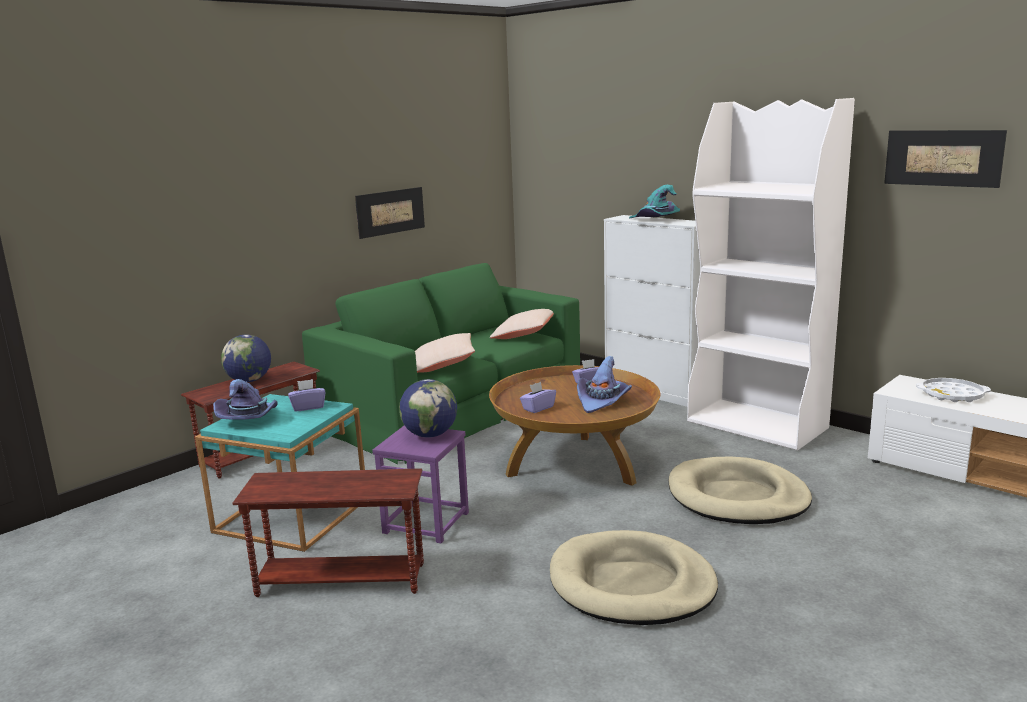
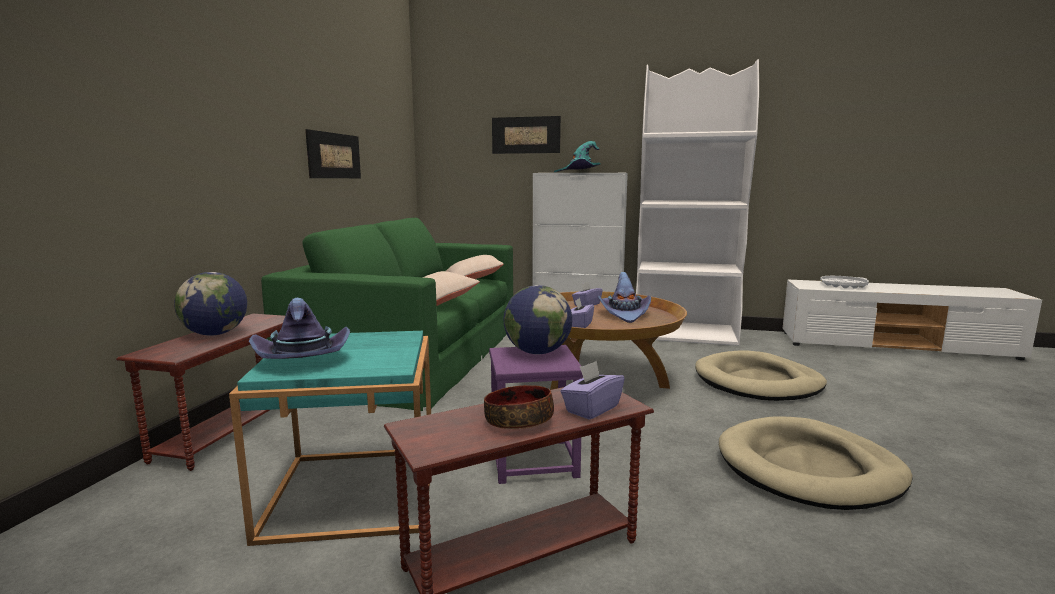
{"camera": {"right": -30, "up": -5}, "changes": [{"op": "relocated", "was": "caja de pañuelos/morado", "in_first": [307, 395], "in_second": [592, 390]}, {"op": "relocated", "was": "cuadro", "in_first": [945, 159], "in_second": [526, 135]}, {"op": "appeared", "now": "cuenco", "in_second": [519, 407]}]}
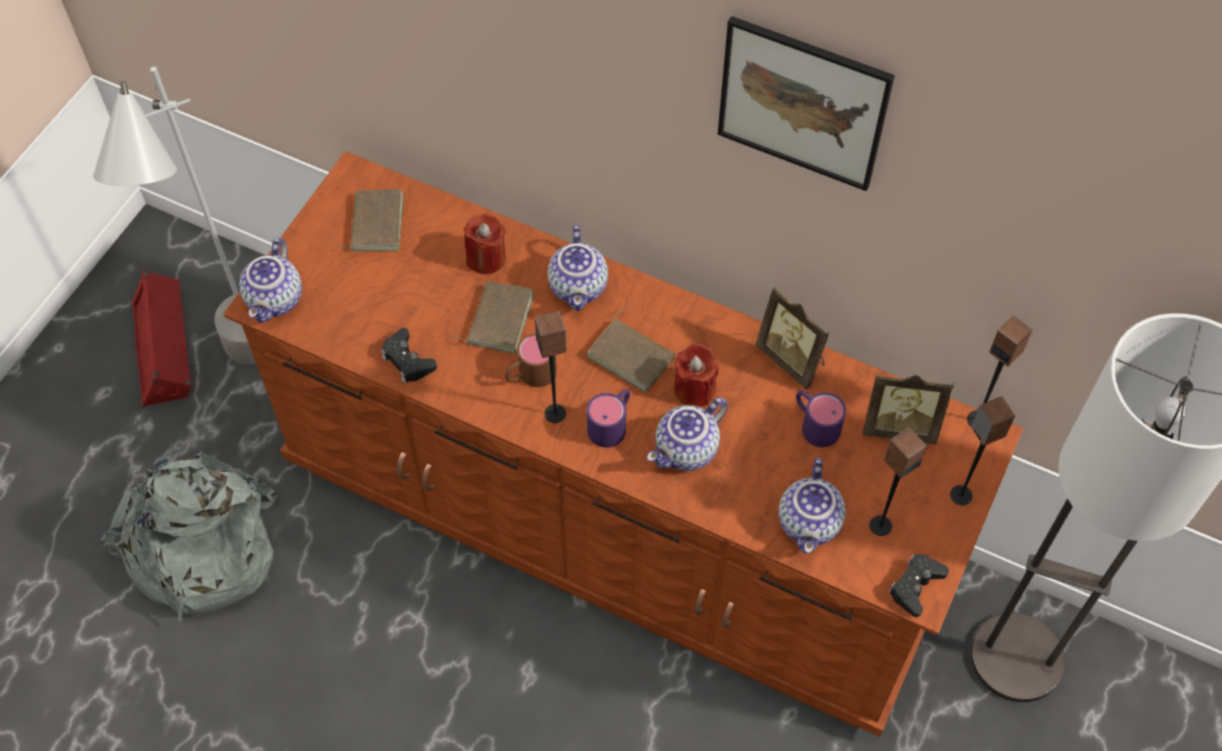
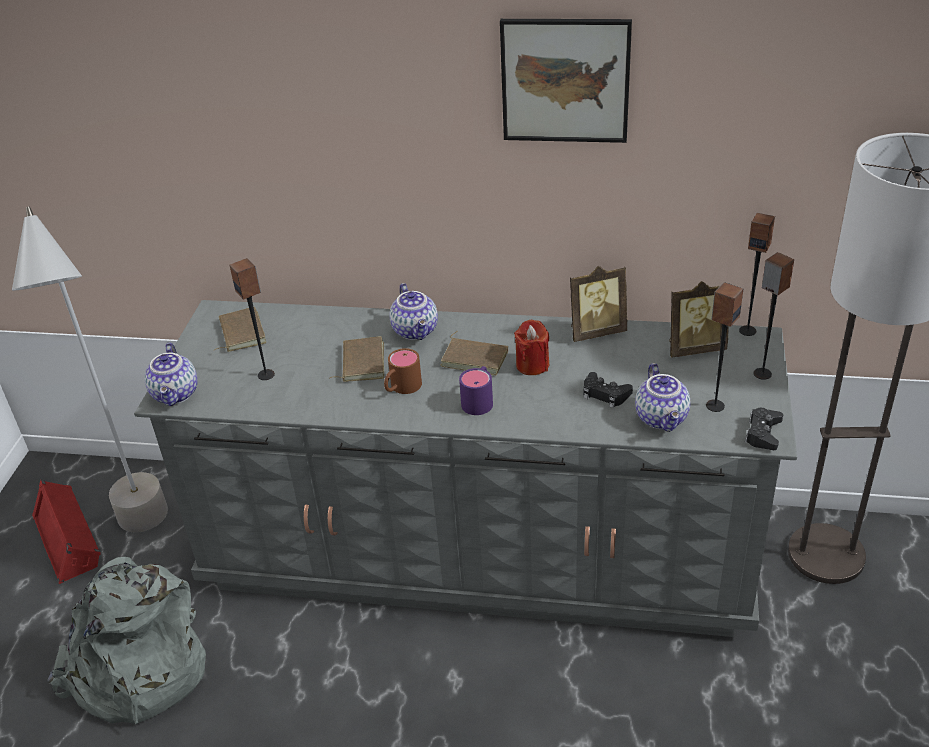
{"camera": {"right": -15, "up": -20}, "changes": [{"op": "colour", "was": "cómoda/marrón", "now": "cómoda/gris", "in_first": [623, 444], "in_second": [465, 468]}, {"op": "relocated", "was": "mando de consola/negro", "in_first": [409, 355], "in_second": [608, 390]}, {"op": "missing", "was": "vela/rojo", "in_first": [485, 244]}, {"op": "relocated", "was": "altavoz", "in_first": [551, 367], "in_second": [252, 319]}, {"op": "missing", "was": "tetera", "in_first": [687, 434]}, {"op": "spun", "was": "portarretratos", "in_first": [793, 338], "in_second": [598, 304], "clockwise": -45}, {"op": "missing", "was": "taza grande/morado", "in_first": [821, 419]}]}
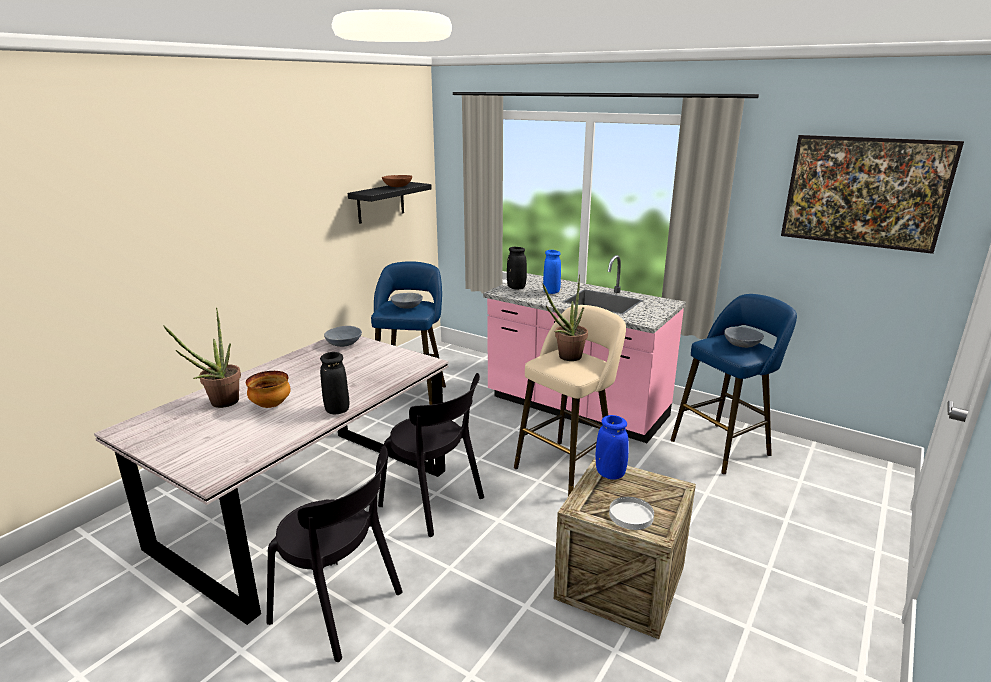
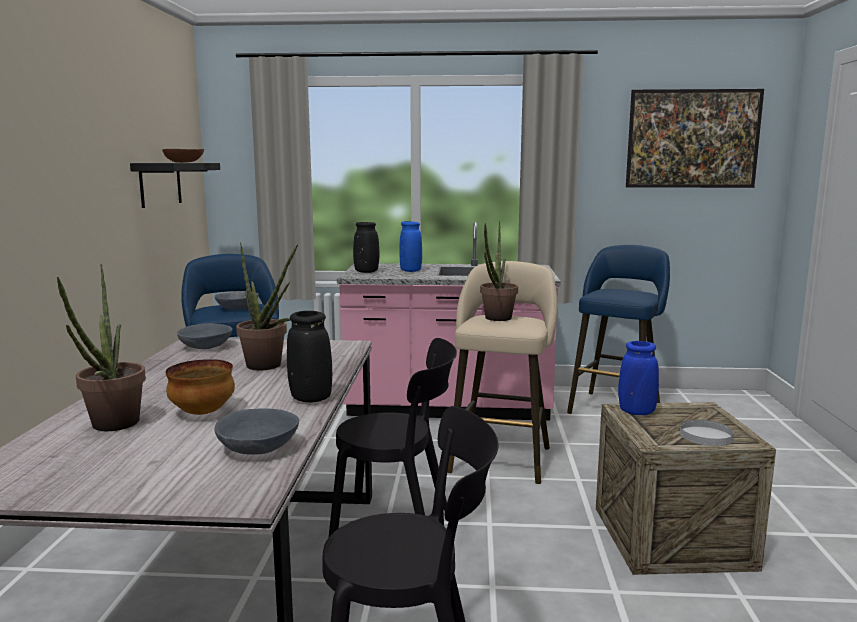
{"camera": {"right": -30, "up": -10}, "changes": [{"op": "relocated", "was": "cuenco/gris", "in_first": [744, 337], "in_second": [256, 432]}, {"op": "appeared", "now": "planta en maceta", "in_second": [267, 307]}]}
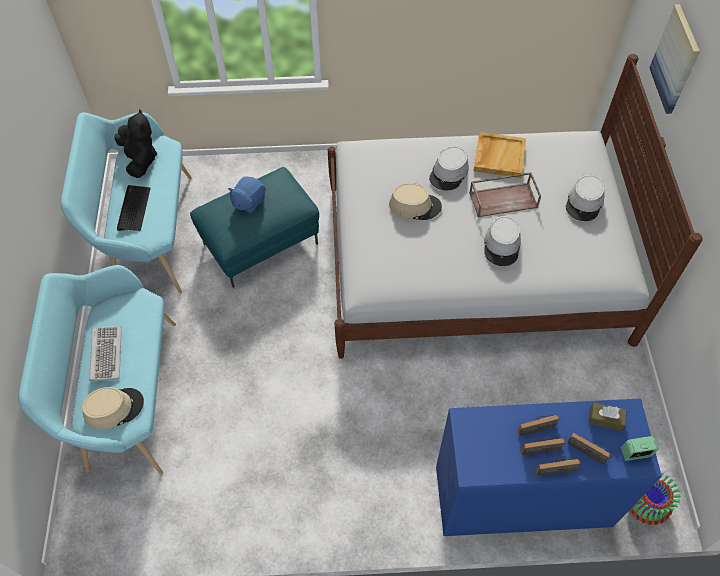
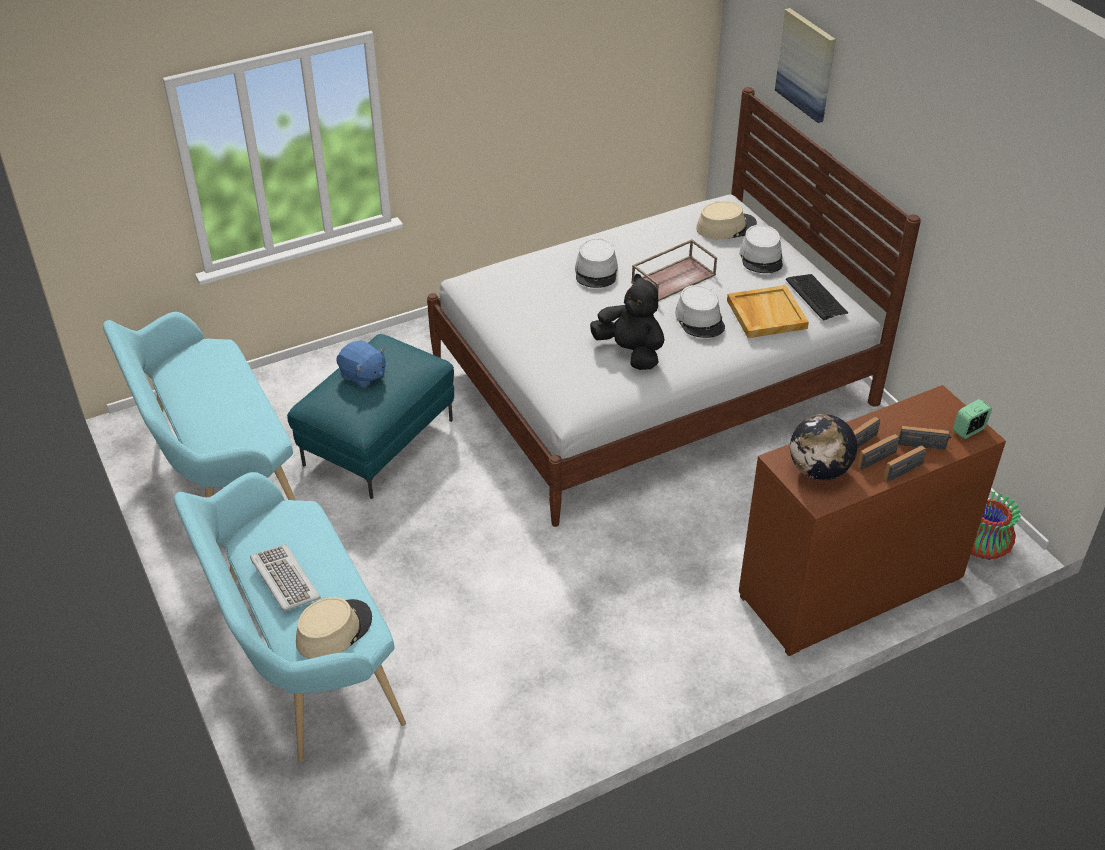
{"camera": {"right": -25, "up": -15}, "changes": [{"op": "relocated", "was": "peluche/negro", "in_first": [136, 143], "in_second": [627, 322]}, {"op": "relocated", "was": "teclado", "in_first": [134, 208], "in_second": [817, 297]}, {"op": "spun", "was": "peluche/azul", "in_first": [247, 194], "in_second": [361, 364], "clockwise": -60}, {"op": "relocated", "was": "sombrero/beis", "in_first": [415, 201], "in_second": [726, 220]}, {"op": "colour", "was": "cómoda/azul", "now": "cómoda/marrón", "in_first": [549, 467], "in_second": [872, 520]}, {"op": "relocated", "was": "bandeja/beis", "in_first": [500, 155], "in_second": [768, 311]}, {"op": "missing", "was": "caja de pañuelos/marrón", "in_first": [608, 417]}, {"op": "appeared", "now": "globo terráqueo", "in_second": [823, 447]}]}
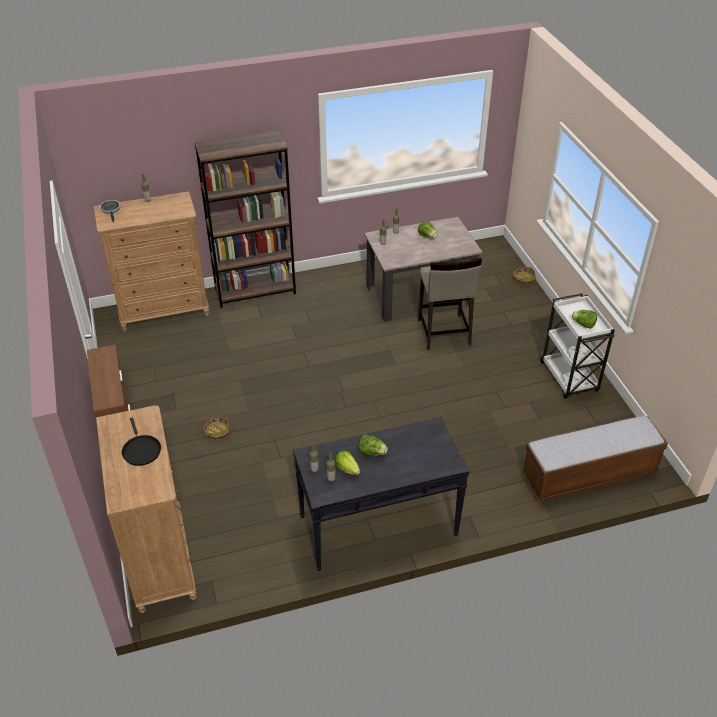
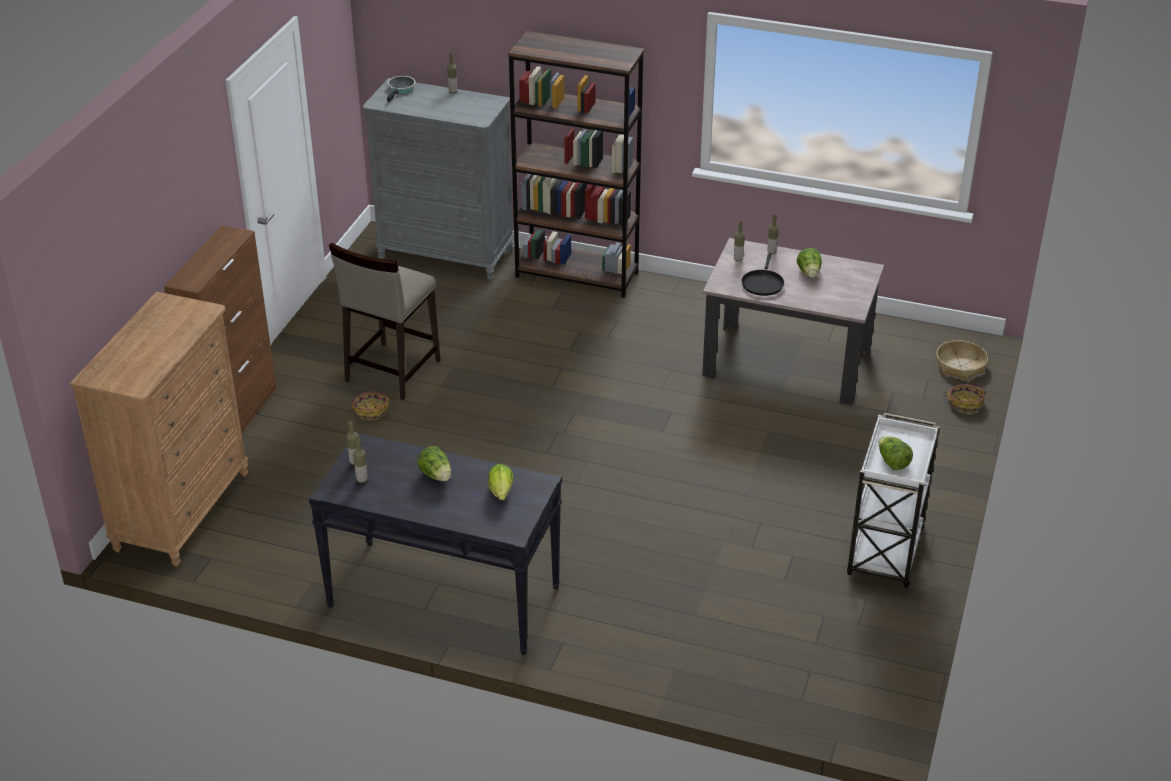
{"camera": {"right": 35, "up": -5}, "changes": [{"op": "colour", "was": "cómoda/marrón", "now": "cómoda/gris", "in_first": [151, 261], "in_second": [438, 179]}, {"op": "relocated", "was": "sartén/negro", "in_first": [141, 441], "in_second": [763, 275]}, {"op": "relocated", "was": "lechuga", "in_first": [347, 463], "in_second": [500, 482]}, {"op": "relocated", "was": "taburete/beis", "in_first": [450, 304], "in_second": [384, 321]}, {"op": "missing", "was": "banco", "in_first": [595, 458]}, {"op": "appeared", "now": "cesta", "in_second": [962, 360]}]}
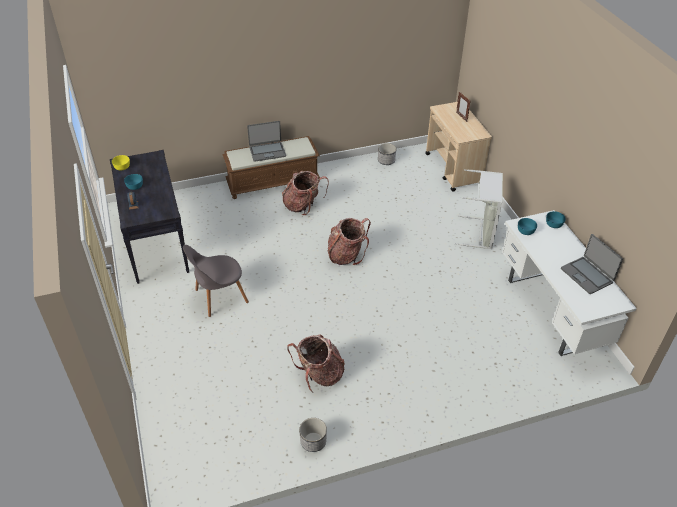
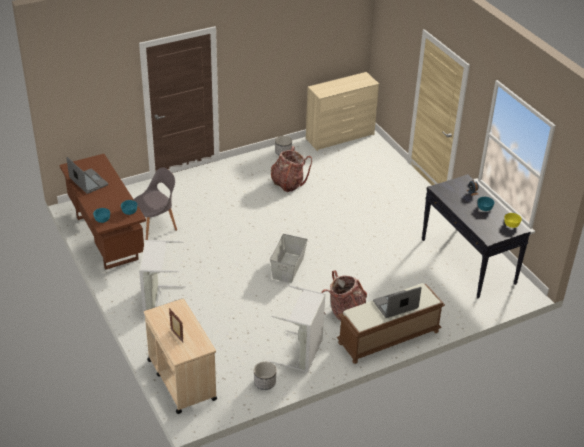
{"camera": {"right": 170, "up": -5}, "changes": [{"op": "relocated", "was": "silla/gris", "in_first": [216, 281], "in_second": [155, 204]}, {"op": "exchanged", "was": "mochila", "now": "caja de almacenaje/gris", "in_first": [349, 241], "in_second": [289, 258]}, {"op": "colour", "was": "escritorio/blanco", "now": "escritorio/marrón", "in_first": [569, 283], "in_second": [102, 212]}, {"op": "appeared", "now": "cesto de la ropa/gris", "in_second": [297, 329]}, {"op": "appeared", "now": "cómoda/beis", "in_second": [342, 111]}]}
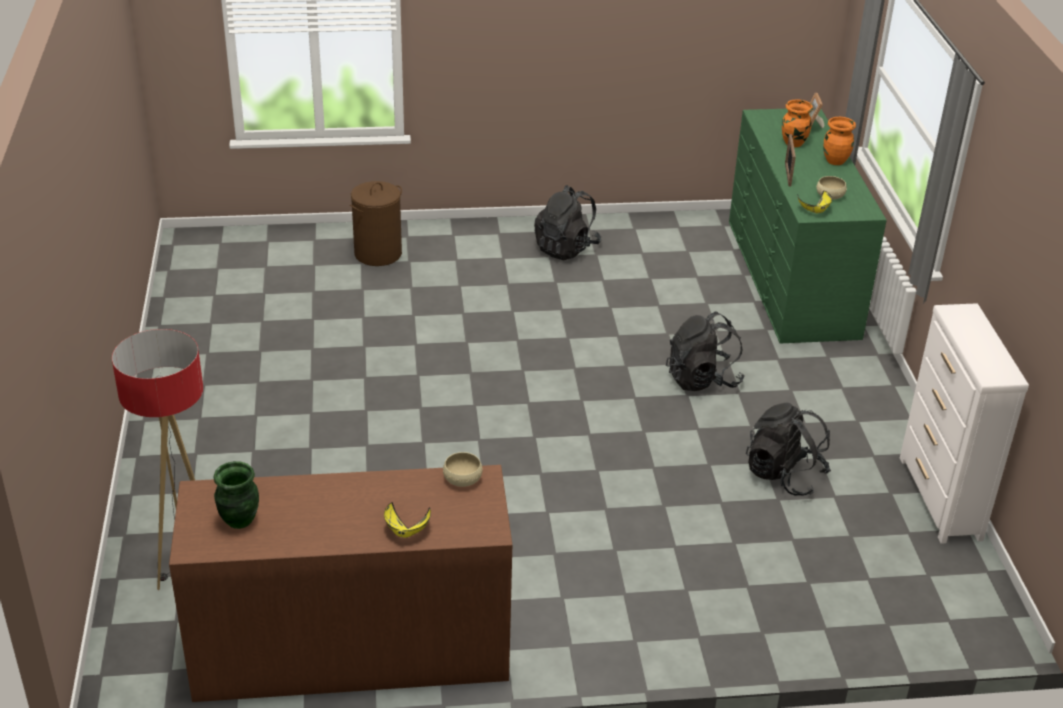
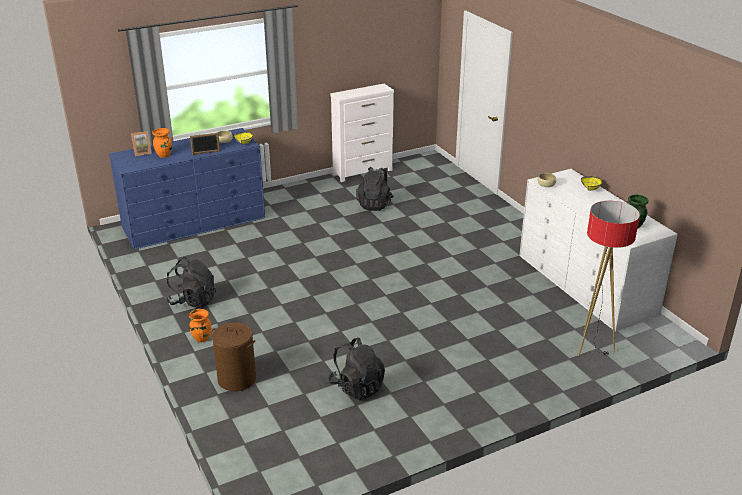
{"camera": {"right": -110, "up": -5}, "changes": [{"op": "colour", "was": "cómoda/marrón", "now": "cómoda/blanco", "in_first": [340, 583], "in_second": [598, 250]}, {"op": "relocated", "was": "mochila/negro", "in_first": [705, 351], "in_second": [357, 369]}, {"op": "colour", "was": "cómoda/verde", "now": "cómoda/azul", "in_first": [808, 226], "in_second": [187, 189]}, {"op": "relocated", "was": "florero/naranja", "in_first": [839, 141], "in_second": [200, 326]}]}
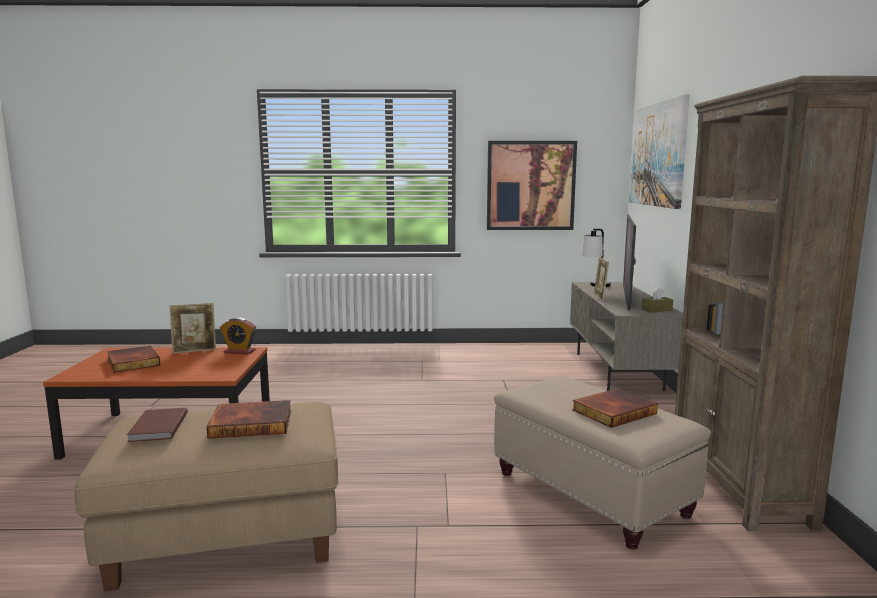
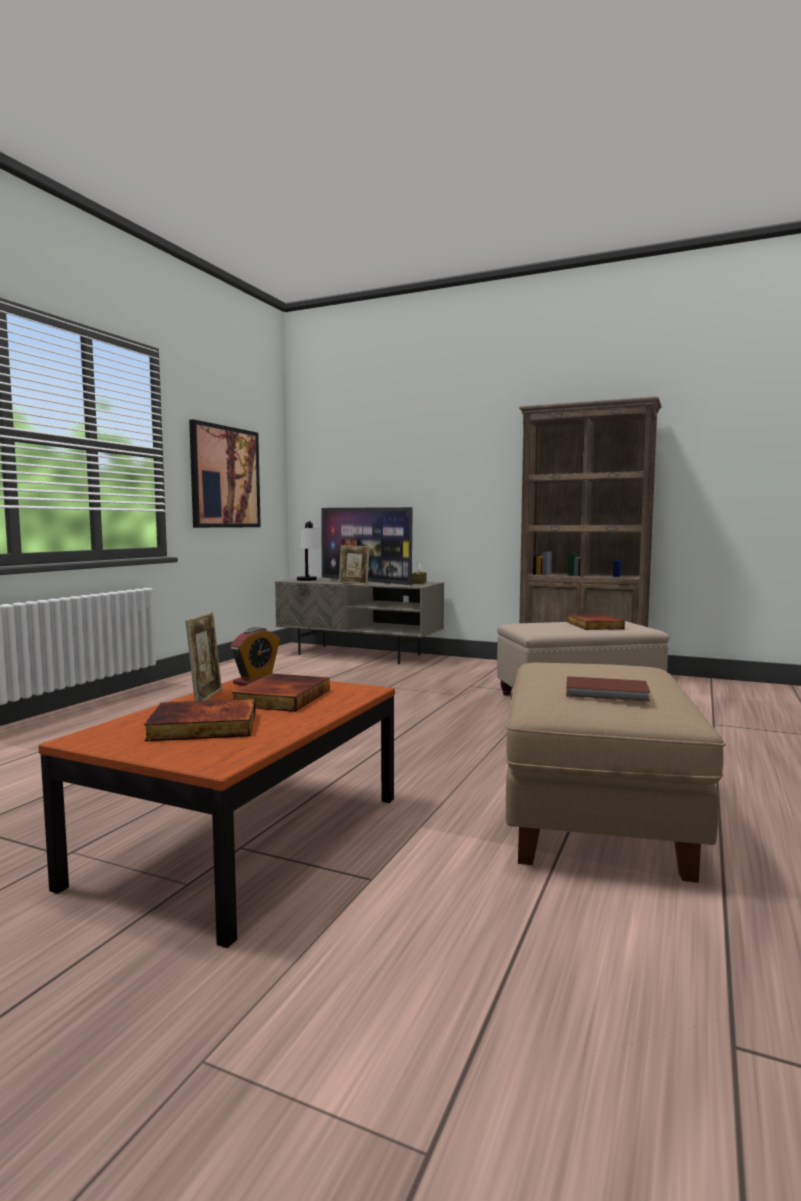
{"camera": {"right": -65, "up": -5}, "changes": [{"op": "relocated", "was": "libro", "in_first": [248, 419], "in_second": [281, 693]}, {"op": "missing", "was": "cuadro", "in_first": [659, 151]}]}
